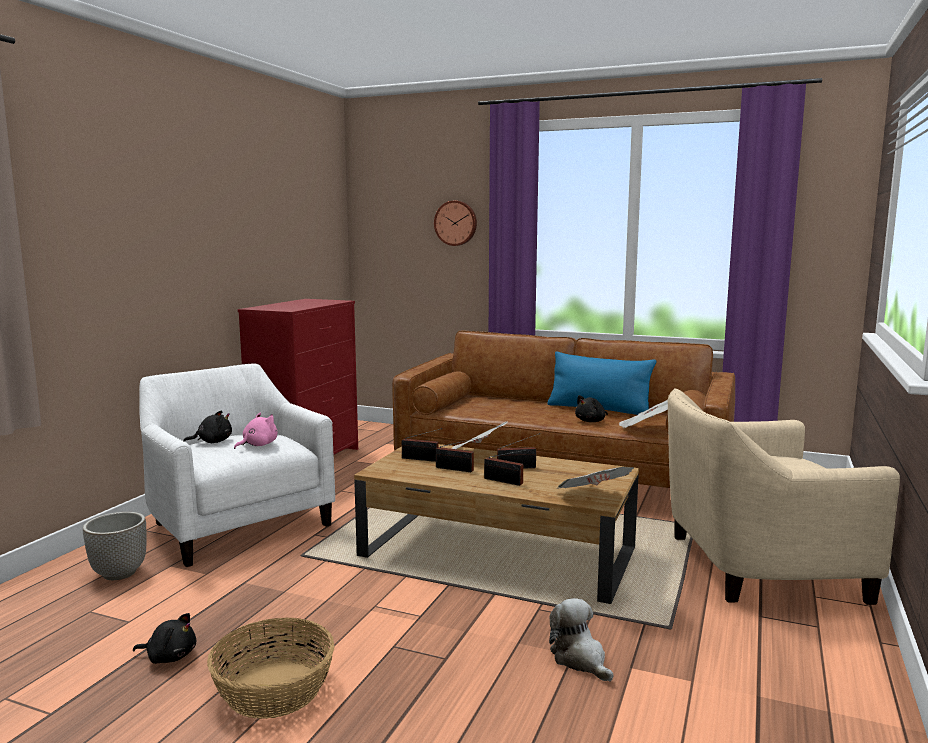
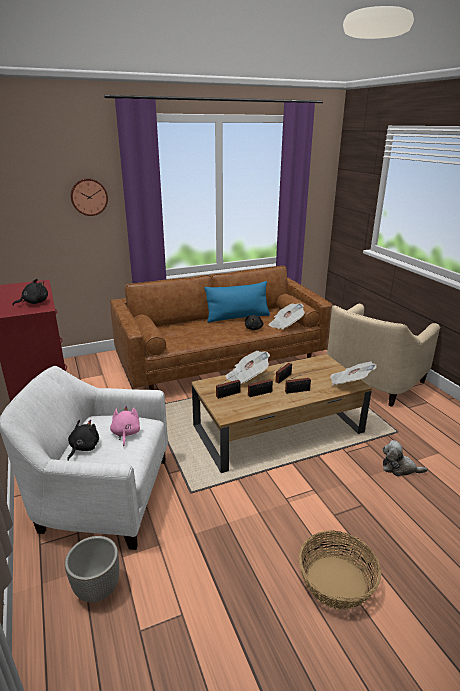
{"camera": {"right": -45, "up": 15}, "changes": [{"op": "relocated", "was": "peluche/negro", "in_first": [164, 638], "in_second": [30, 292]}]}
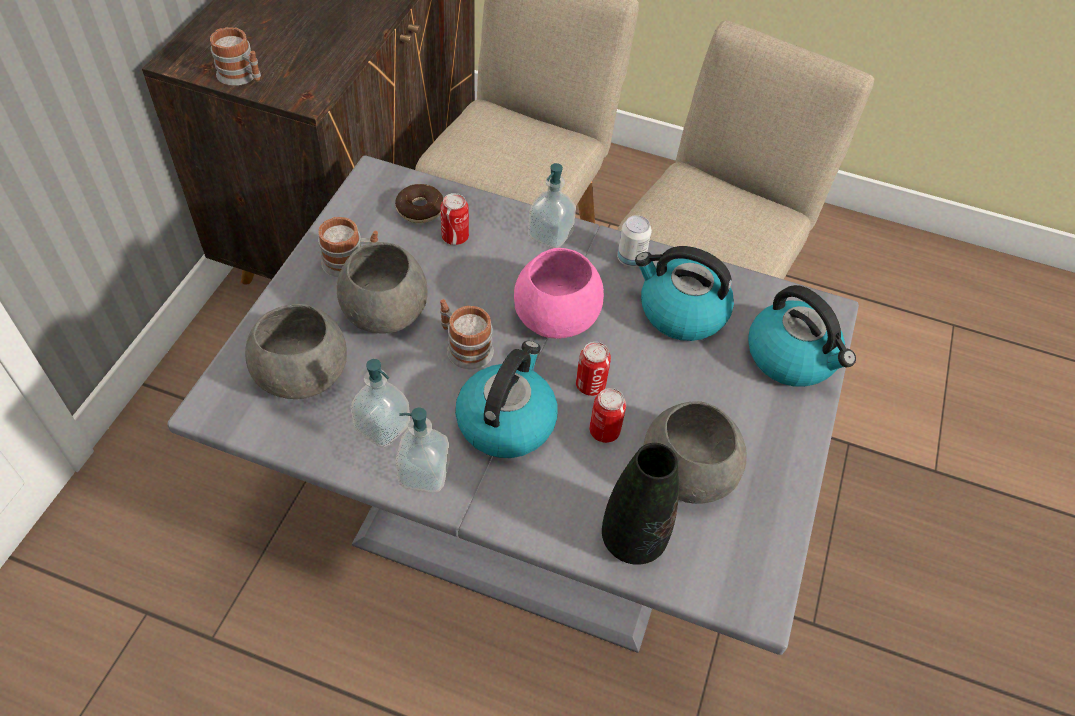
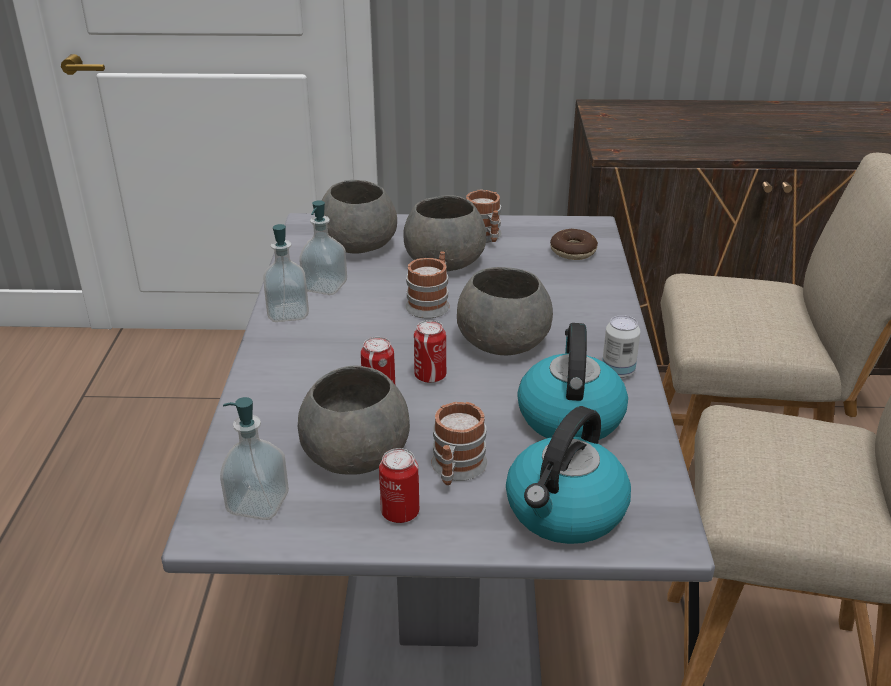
{"camera": {"right": 75, "up": -20}, "changes": [{"op": "relocated", "was": "taza grande", "in_first": [235, 56], "in_second": [459, 443]}, {"op": "relocated", "was": "lata", "in_first": [455, 219], "in_second": [399, 485]}, {"op": "missing", "was": "hervidor", "in_first": [506, 399]}, {"op": "colour", "was": "cuenco/rosa", "now": "cuenco/gris", "in_first": [559, 293], "in_second": [505, 311]}, {"op": "relocated", "was": "dispensador de jabón", "in_first": [552, 206], "in_second": [254, 458]}, {"op": "missing", "was": "florero/negro", "in_first": [640, 504]}]}
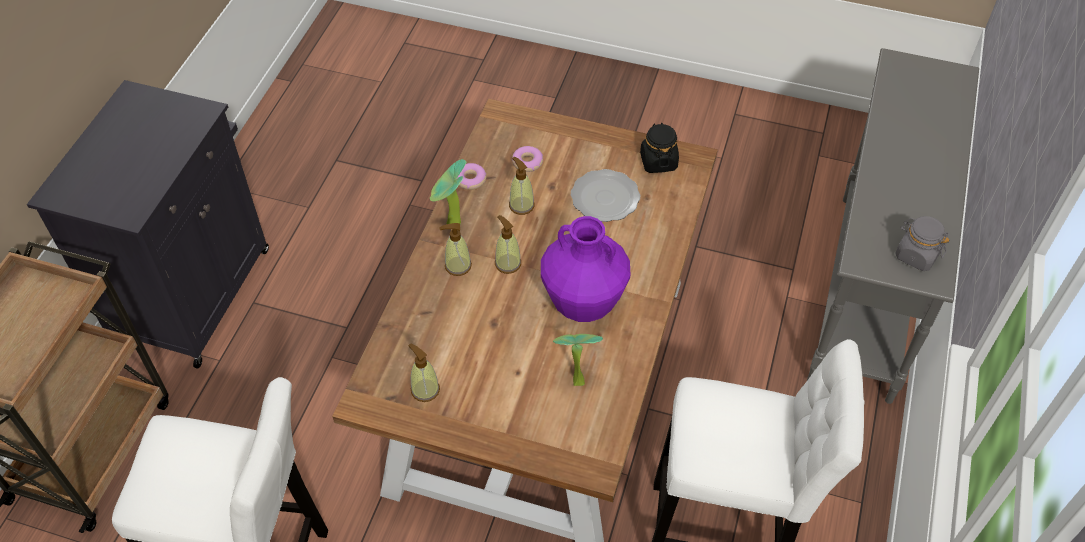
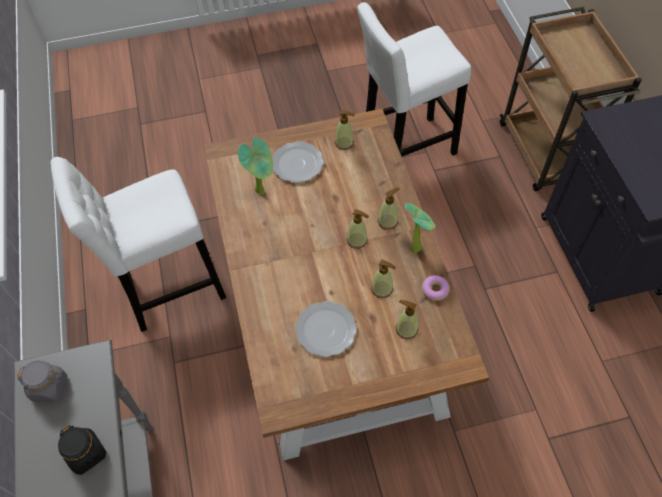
{"camera": {"right": 150, "up": 5}, "changes": [{"op": "exchanged", "was": "rosquilla", "now": "dispensador de jabón", "in_first": [527, 159], "in_second": [407, 319]}, {"op": "missing", "was": "florero/morado", "in_first": [586, 269]}, {"op": "relocated", "was": "tarro/negro", "in_first": [659, 148], "in_second": [82, 450]}, {"op": "appeared", "now": "plato", "in_second": [298, 162]}]}
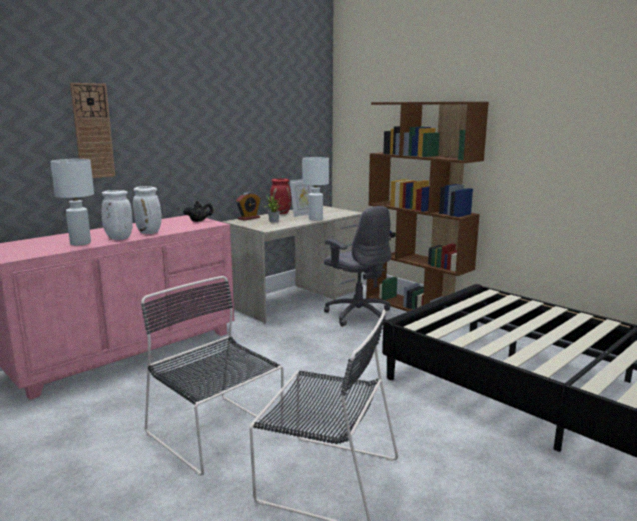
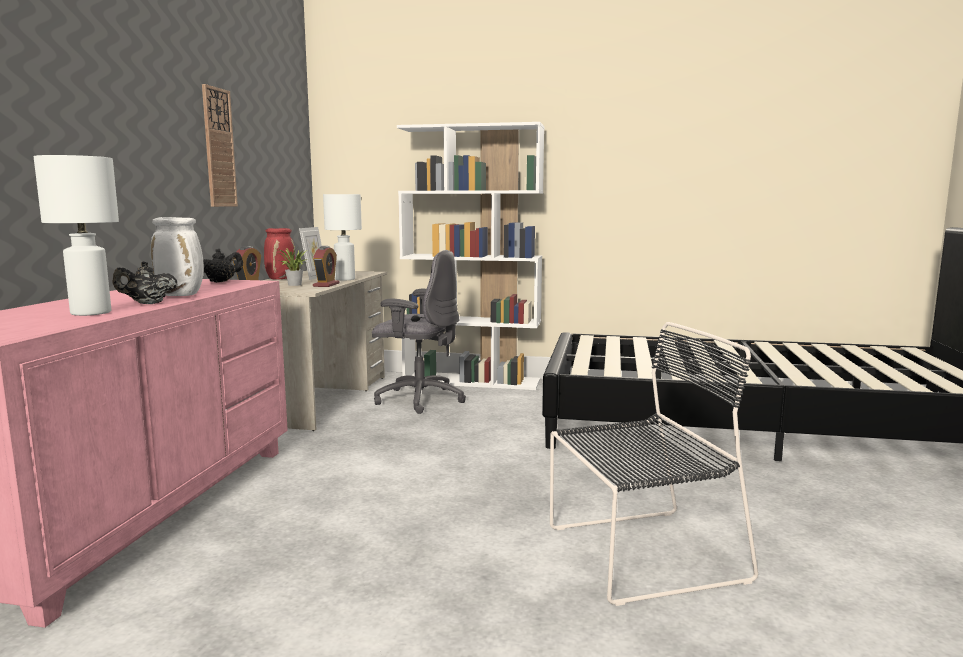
{"camera": {"right": -35, "up": -5}, "changes": [{"op": "relocated", "was": "reloj de pared", "in_first": [92, 130], "in_second": [220, 145]}, {"op": "exchanged", "was": "florero/blanco", "now": "tetera/negro", "in_first": [117, 215], "in_second": [144, 283]}, {"op": "missing", "was": "silla/negro", "in_first": [212, 376]}, {"op": "colour", "was": "estantería/marrón", "now": "estantería/blanco", "in_first": [427, 207], "in_second": [470, 256]}, {"op": "appeared", "now": "despertador", "in_second": [326, 266]}]}
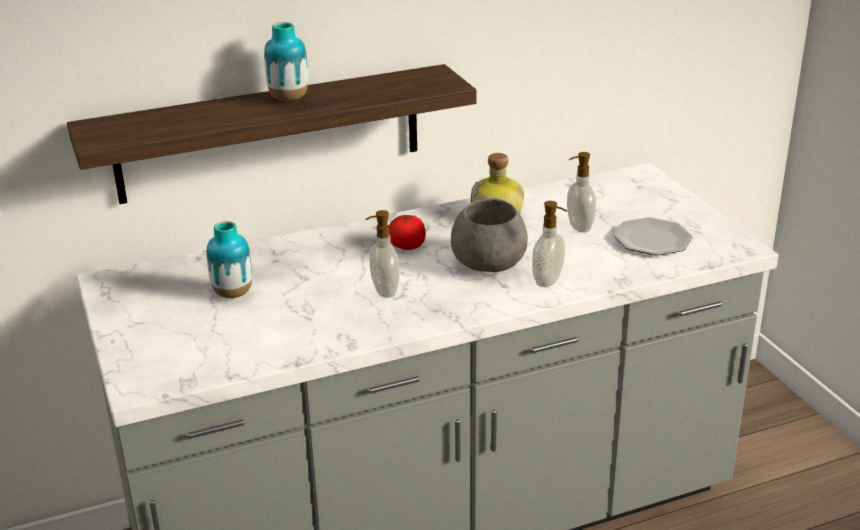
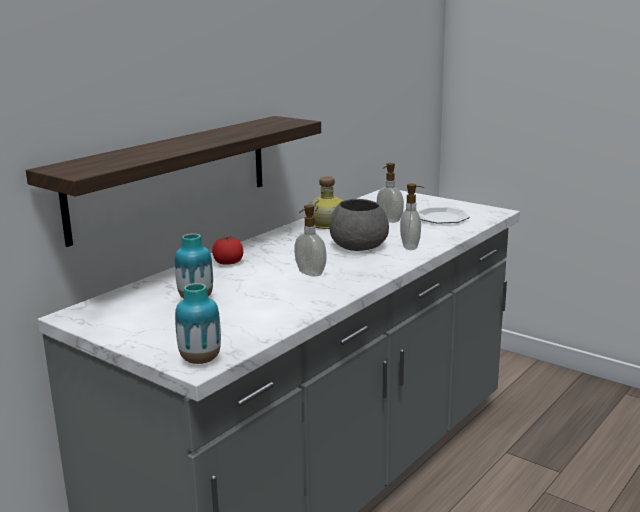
{"camera": {"right": -30, "up": -10}, "changes": [{"op": "relocated", "was": "florero", "in_first": [286, 61], "in_second": [198, 323]}, {"op": "relocated", "was": "tomate", "in_first": [407, 232], "in_second": [227, 250]}]}
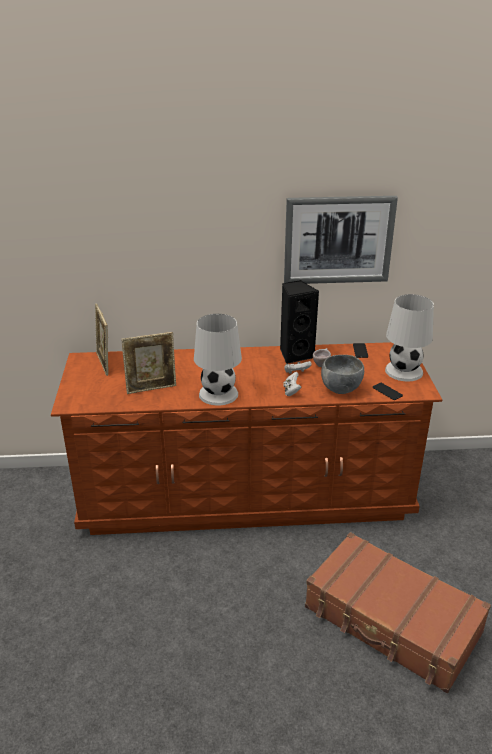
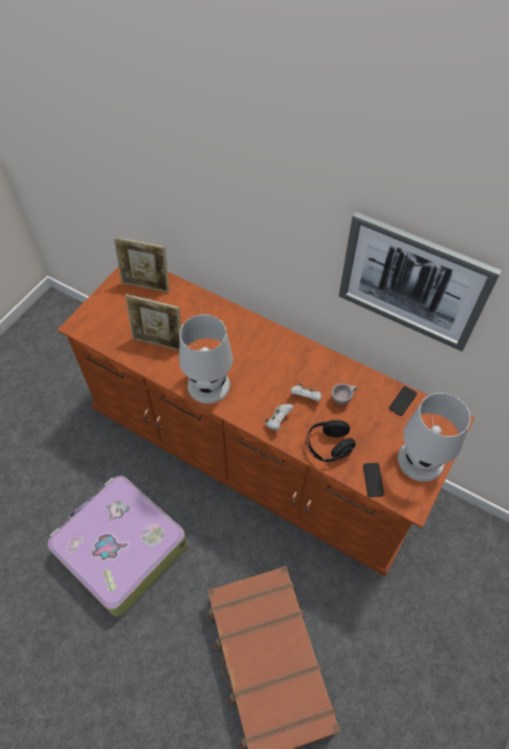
{"camera": {"right": 35, "up": 25}, "changes": [{"op": "spun", "was": "portarretratos", "in_first": [102, 340], "in_second": [141, 264], "clockwise": -90}, {"op": "missing", "was": "altavoz/negro", "in_first": [299, 322]}, {"op": "exchanged", "was": "cuenco/gris", "now": "auriculares/negro", "in_first": [342, 374], "in_second": [331, 441]}, {"op": "appeared", "now": "maleta", "in_second": [117, 546]}]}
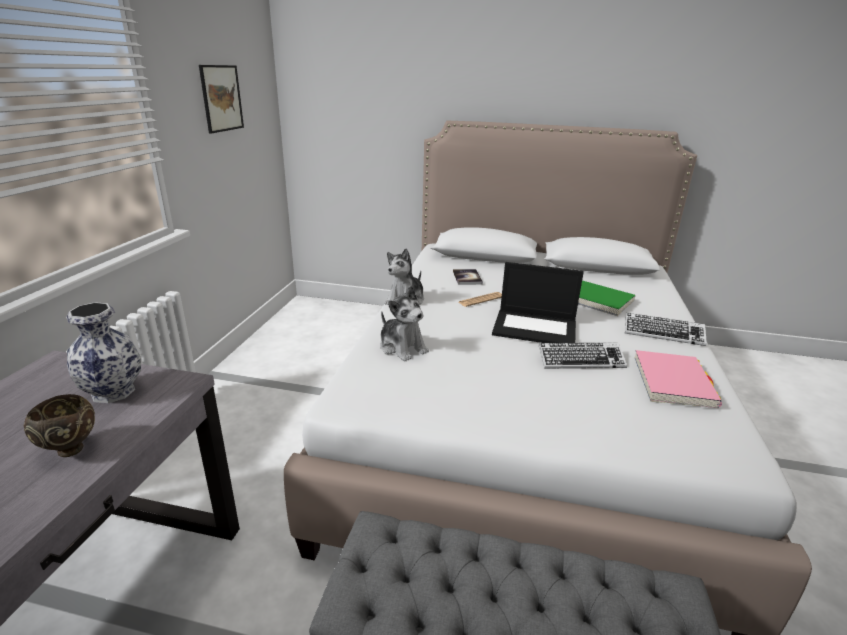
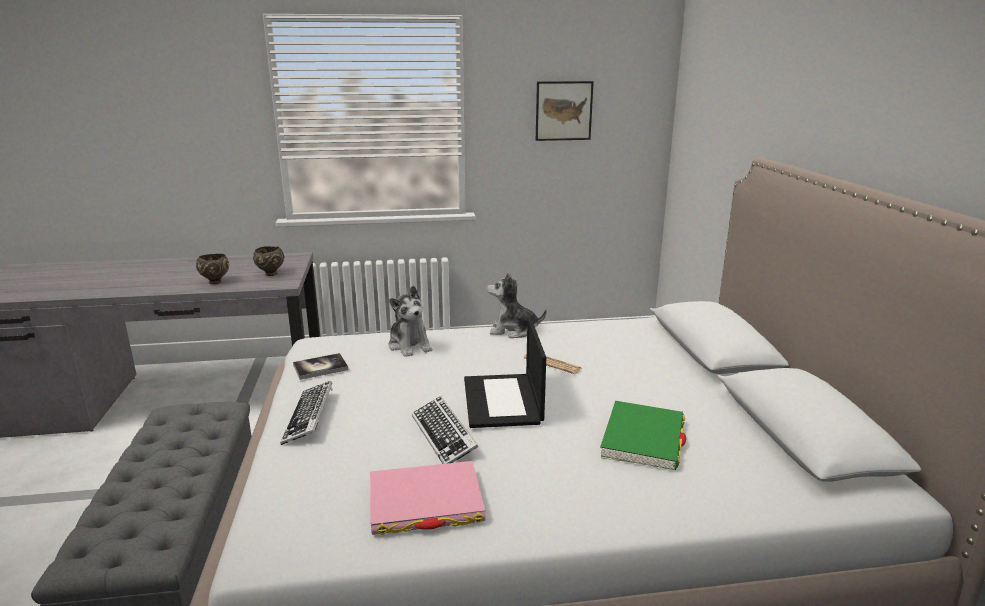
{"camera": {"right": 70, "up": -5}, "changes": [{"op": "exchanged", "was": "florero", "now": "cuenco/marrón", "in_first": [103, 353], "in_second": [268, 261]}, {"op": "spun", "was": "peluche", "in_first": [404, 323], "in_second": [411, 321], "clockwise": -60}, {"op": "relocated", "was": "libro", "in_first": [468, 277], "in_second": [320, 366]}, {"op": "relocated", "was": "teclado", "in_first": [666, 329], "in_second": [306, 413]}]}
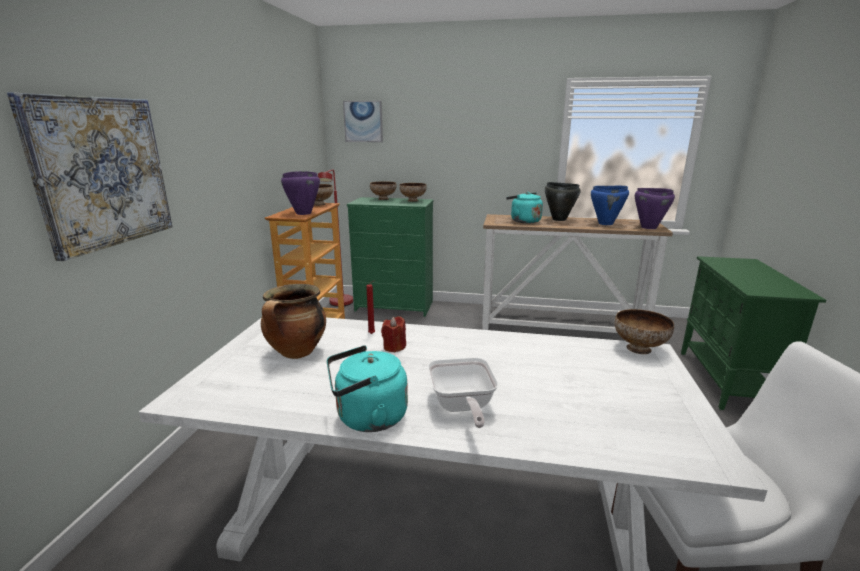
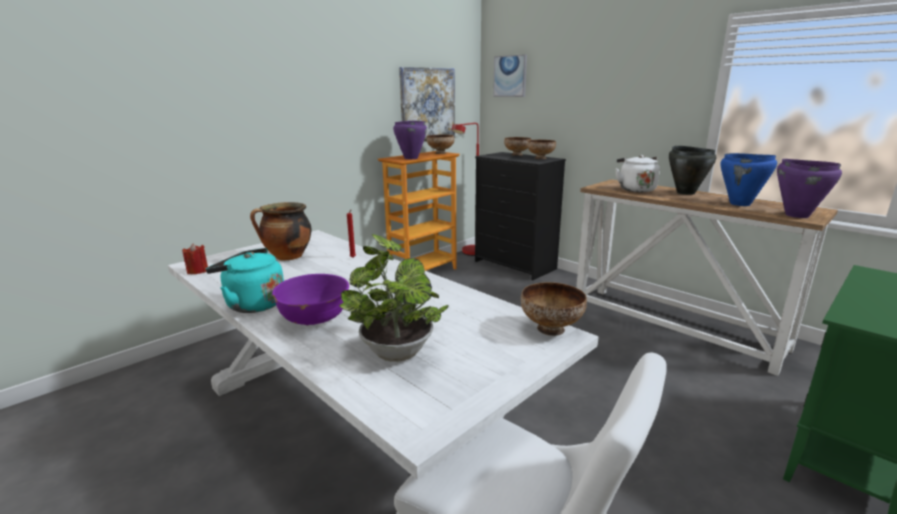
{"camera": {"right": 35, "up": 0}, "changes": [{"op": "relocated", "was": "cuadro", "in_first": [89, 176], "in_second": [427, 104]}, {"op": "colour", "was": "cómoda/verde", "now": "cómoda/negro", "in_first": [390, 257], "in_second": [520, 216]}, {"op": "relocated", "was": "vela/rojo", "in_first": [393, 334], "in_second": [195, 258]}, {"op": "exchanged", "was": "sartén", "now": "cuenco/morado", "in_first": [463, 393], "in_second": [310, 300]}, {"op": "colour", "was": "hervidor/turquesa", "now": "hervidor/blanco", "in_first": [524, 207], "in_second": [637, 173]}, {"op": "appeared", "now": "planta en maceta", "in_second": [394, 298]}]}
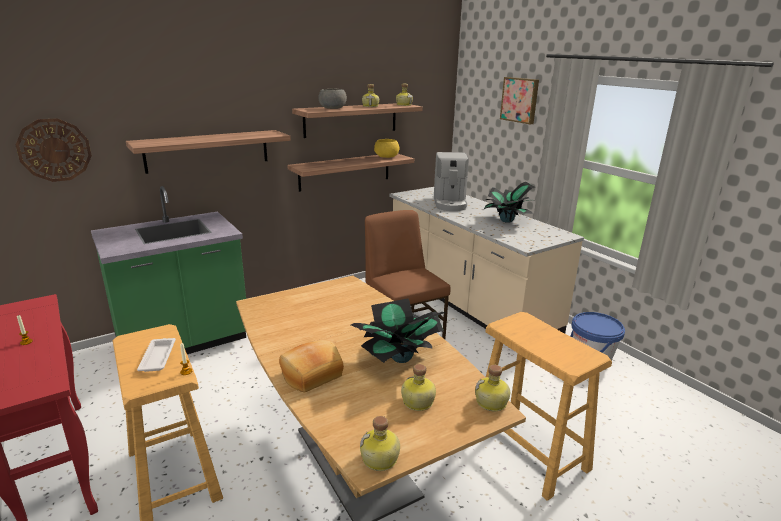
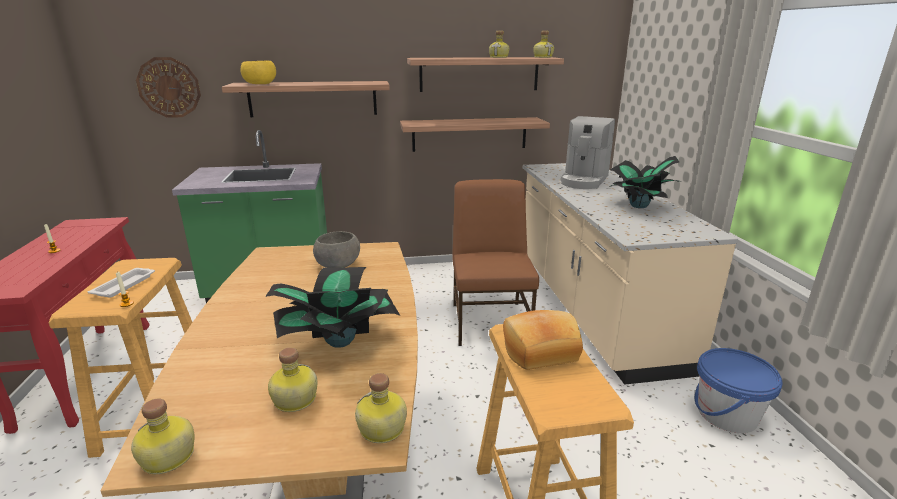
{"camera": {"right": 25, "up": 0}, "changes": [{"op": "relocated", "was": "pan", "in_first": [311, 366], "in_second": [543, 340]}, {"op": "relocated", "was": "cuenco/gris", "in_first": [332, 99], "in_second": [336, 249]}, {"op": "relocated", "was": "cuenco/amarillo", "in_first": [386, 148], "in_second": [258, 72]}, {"op": "missing", "was": "cuadro", "in_first": [519, 100]}]}
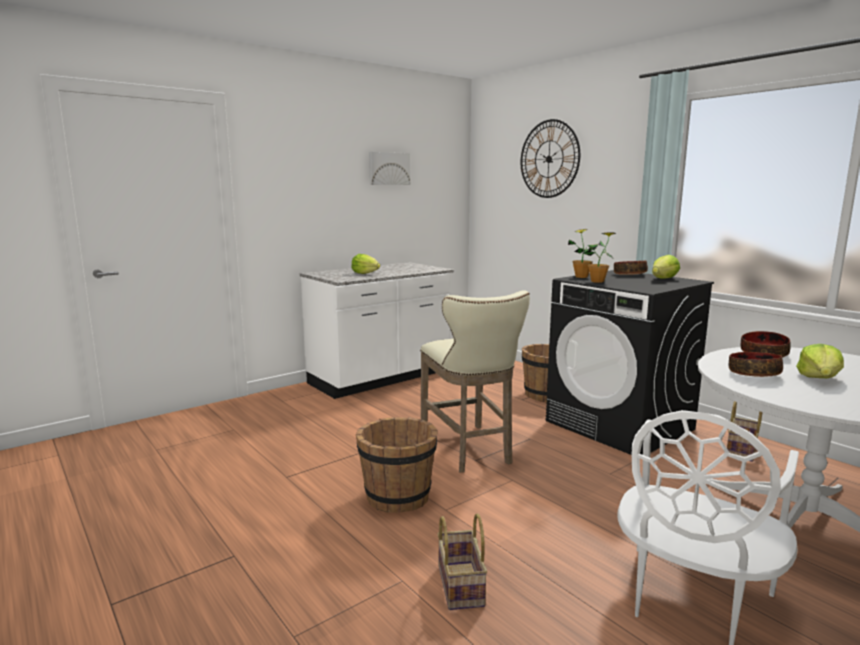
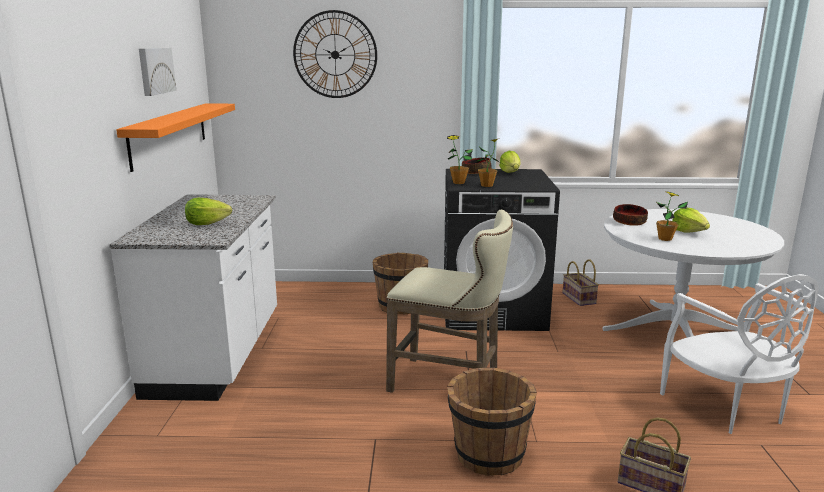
{"camera": {"right": -50, "up": 5}, "changes": [{"op": "exchanged", "was": "cuenco", "now": "planta en maceta", "in_first": [756, 364], "in_second": [671, 216]}, {"op": "appeared", "now": "estante/naranja", "in_second": [175, 138]}]}
